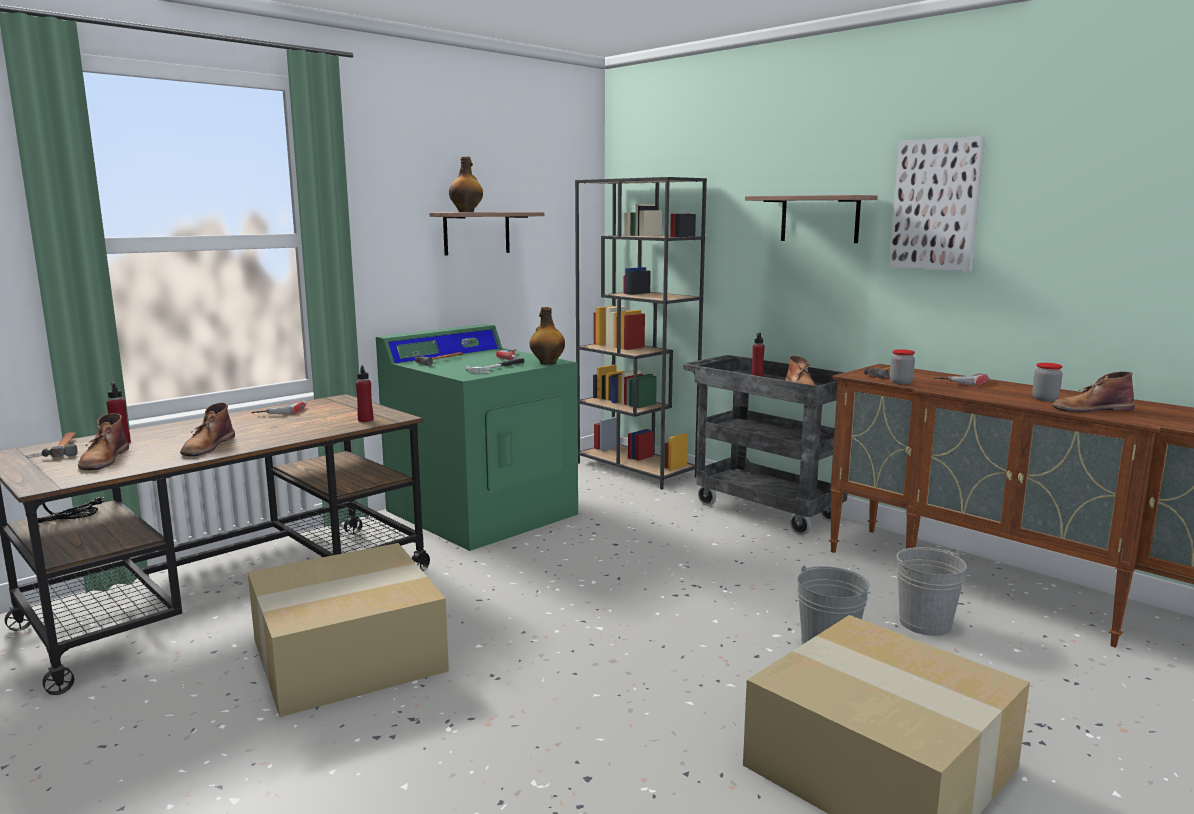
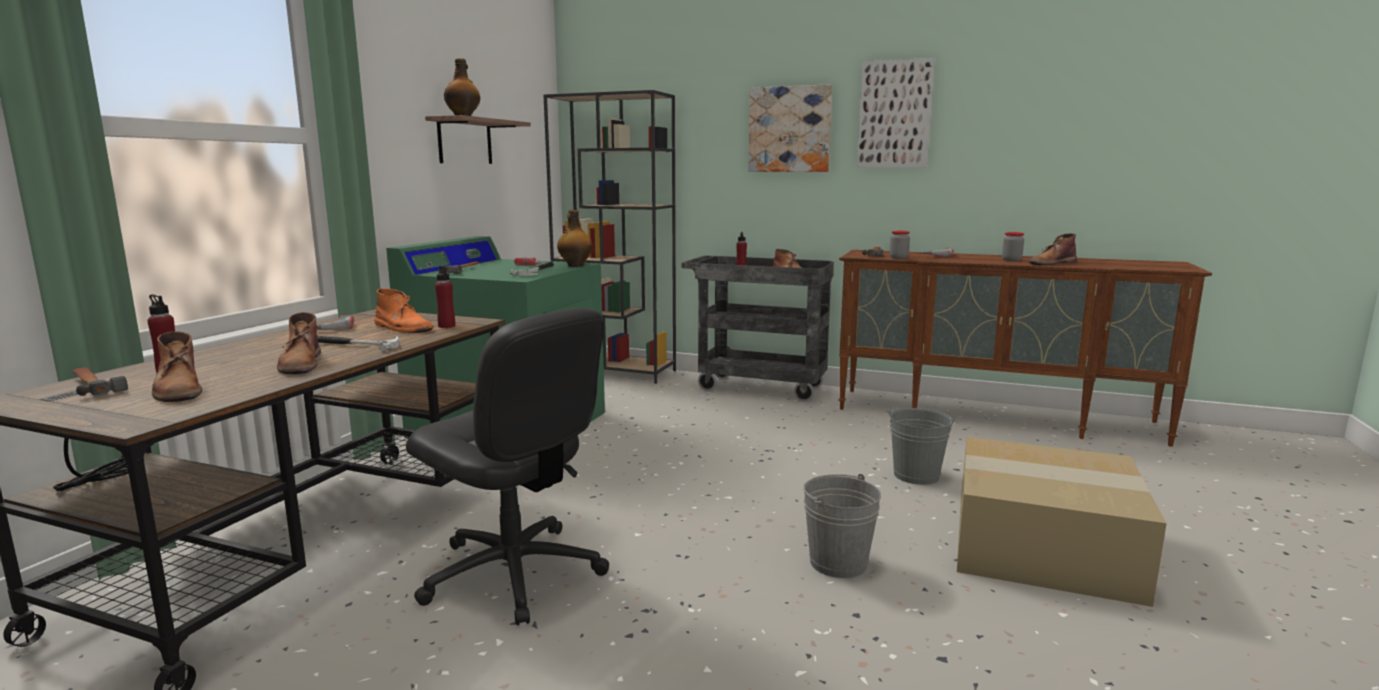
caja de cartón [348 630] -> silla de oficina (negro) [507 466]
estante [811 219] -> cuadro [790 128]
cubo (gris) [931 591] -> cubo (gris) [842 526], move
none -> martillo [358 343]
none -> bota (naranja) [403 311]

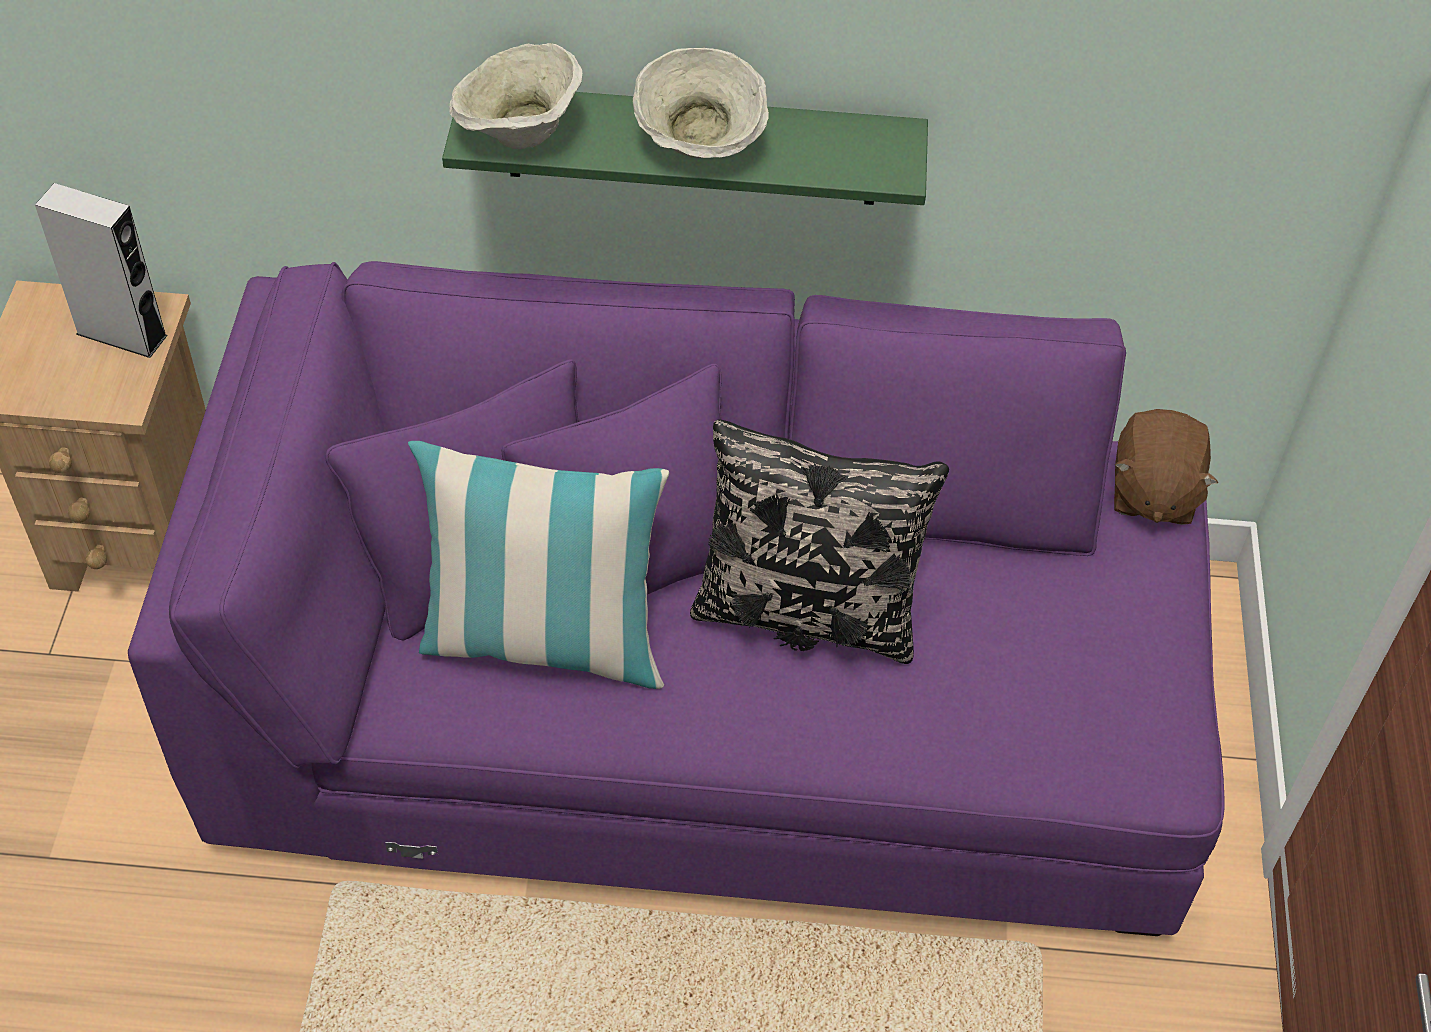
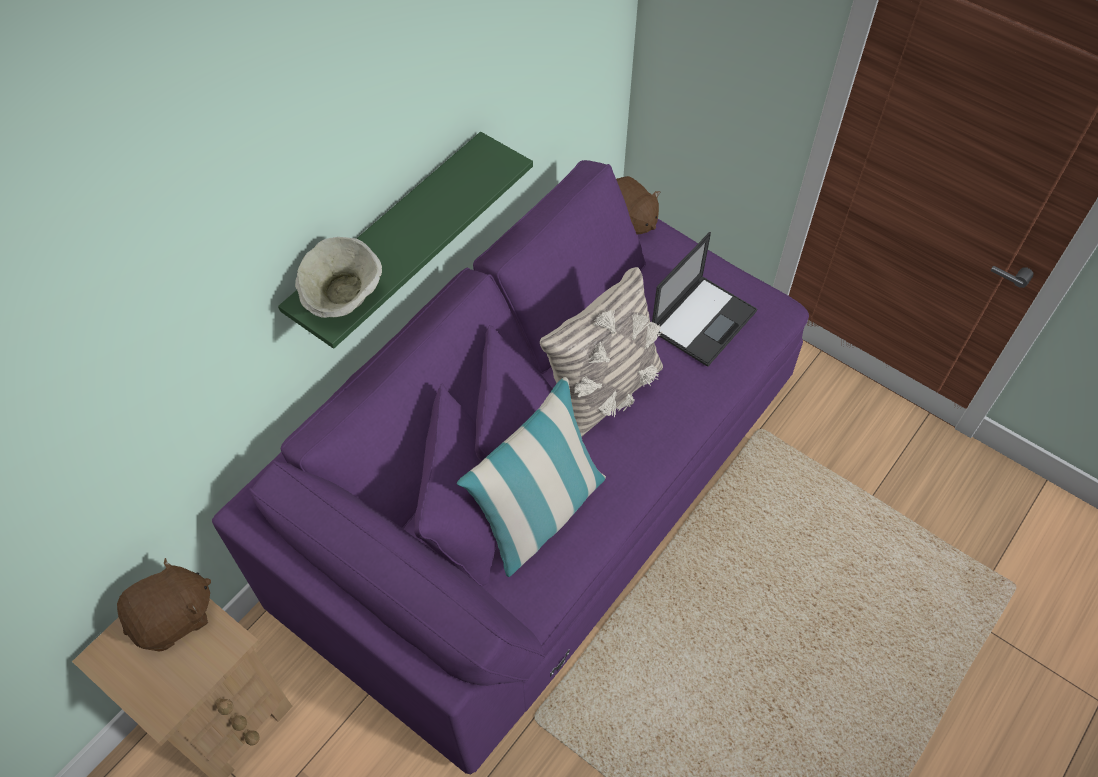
altavoz (gris) [101 270] -> peluche (marrón) [164 605]
cuenco (beis) [701 103] -> none
cojín (negro) [819 541] -> cojín (beis) [601 352]
none -> portátil [704 299]

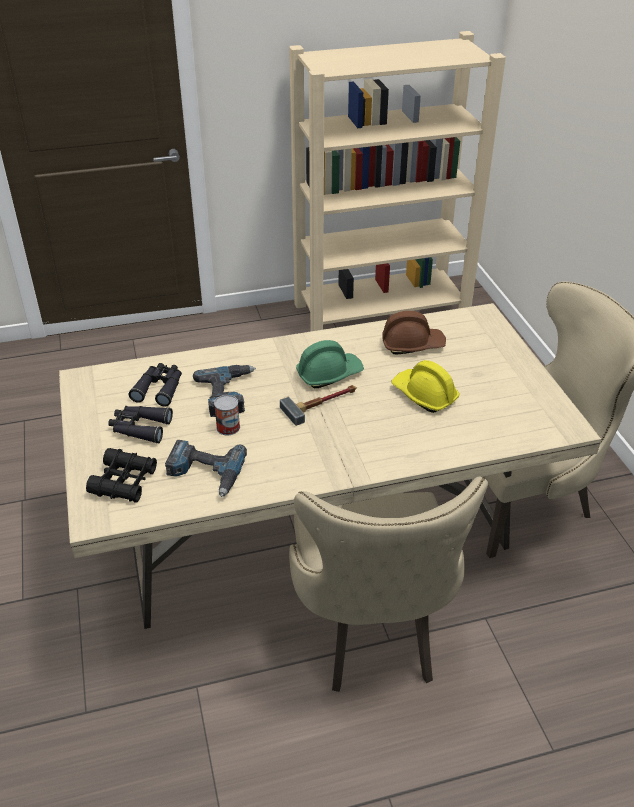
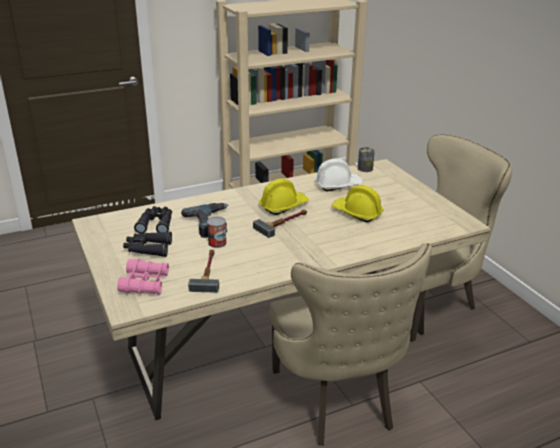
prismáticos (negro) [121 475] -> prismáticos (rosa) [143 277]
taladro [206 468] -> martillo [203 271]
casco (verde) [330 364] -> casco (amarillo) [284 196]
casco (marrón) [414 333] -> casco (blanco) [339 175]
none -> lata [366 159]

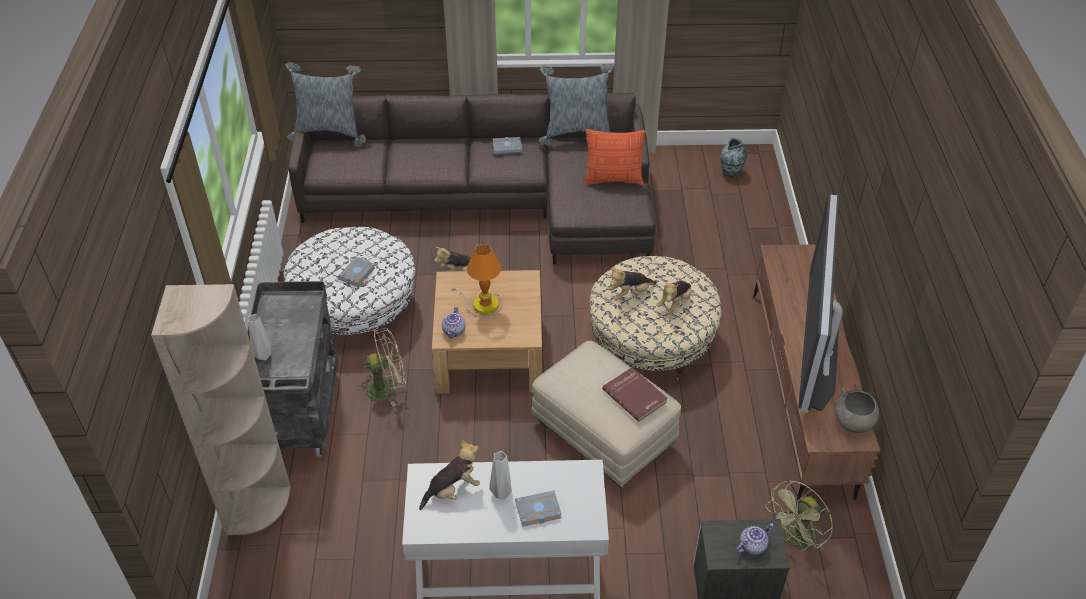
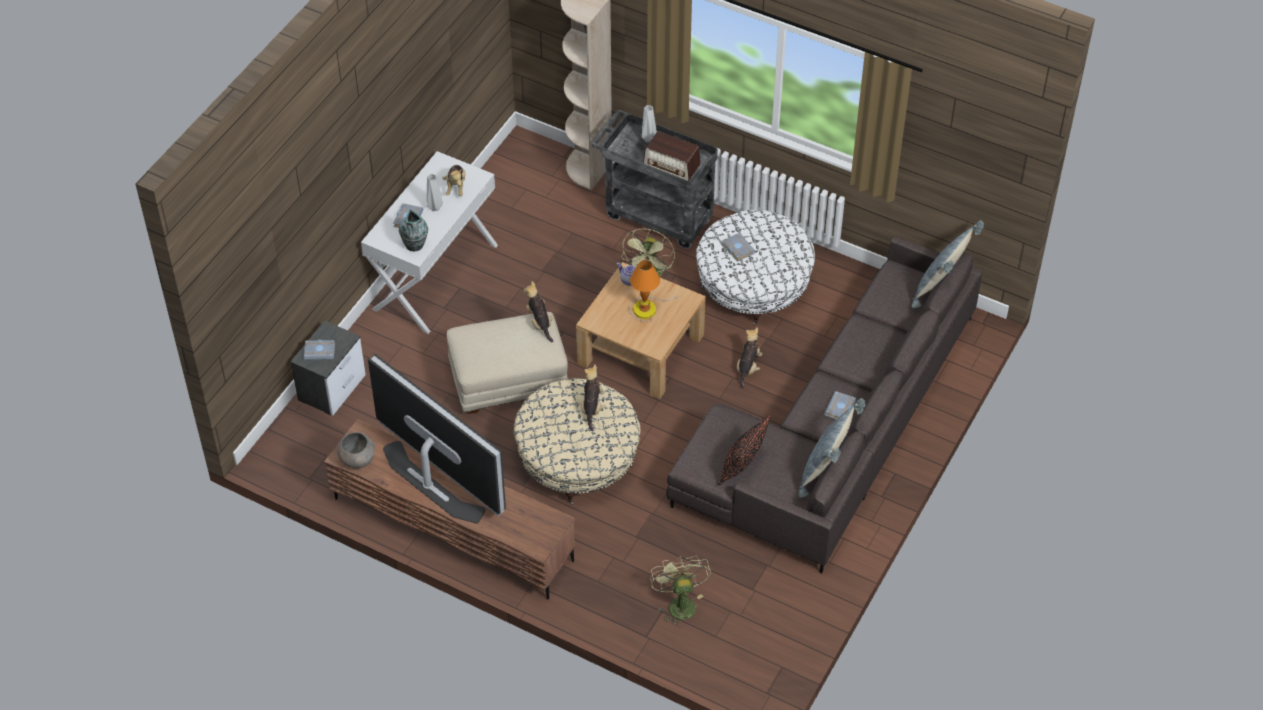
cojín (naranja) [614 157] -> cojín (negro) [744 450]
libro (rojo) [635 394] -> none
peluche [674 298] -> peluche [539 311], move
florero [733 158] -> florero [413 230], move
tetera [755 539] -> libro (gris) [319 350]
ventilador (verde) [799 516] -> ventilador (verde) [681 591], move
none -> radio [672 156]

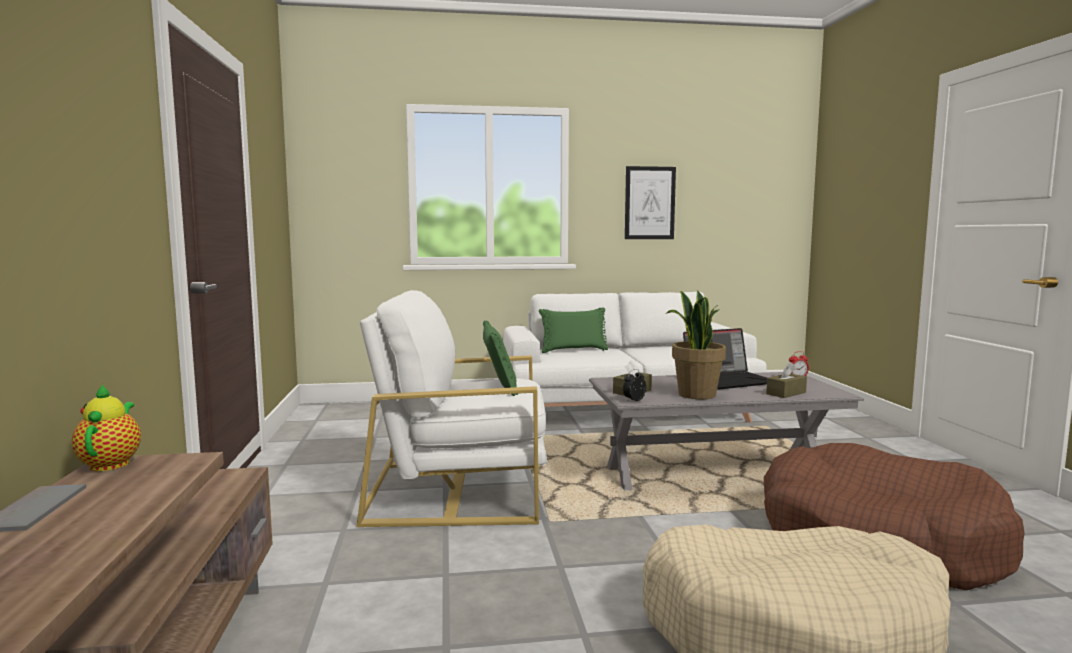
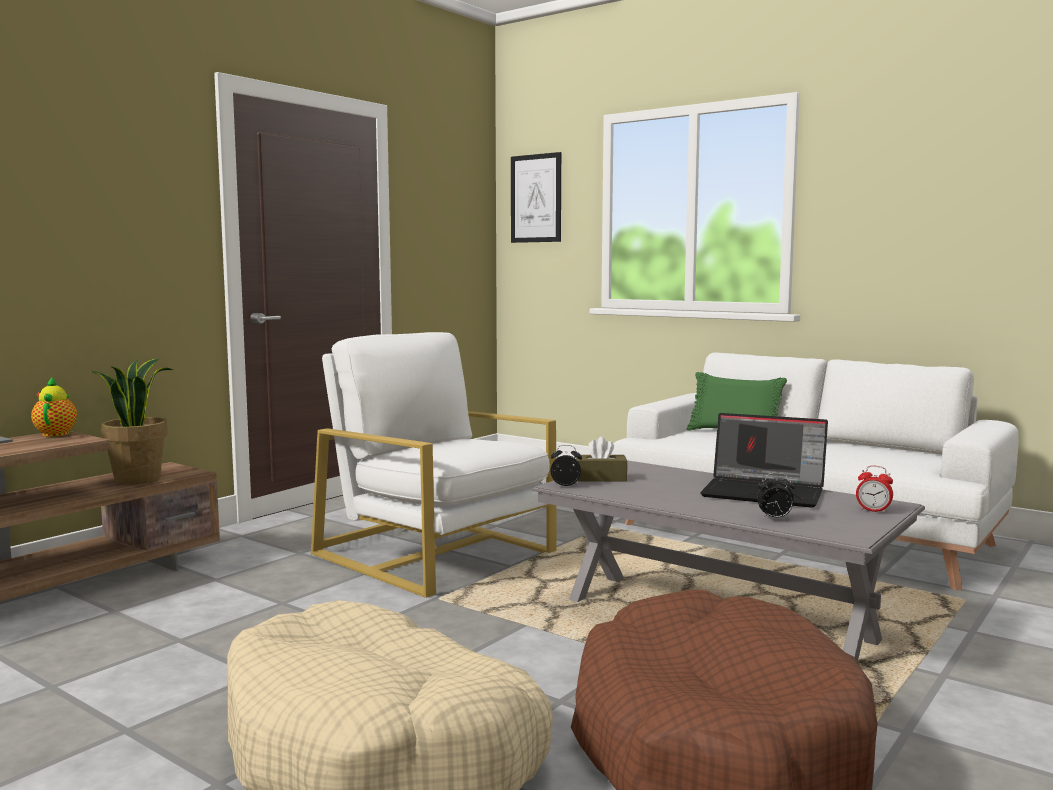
tetera [106 427] -> tetera [54 407], 45 degrees counterclockwise
cojín (verde) [500 358] -> none
cuadro [650 202] -> cuadro [536 197], move
planta en maceta [696 345] -> planta en maceta [131 421], move
caja de pañuelos (marrón) [786 380] -> despertador [776 496]

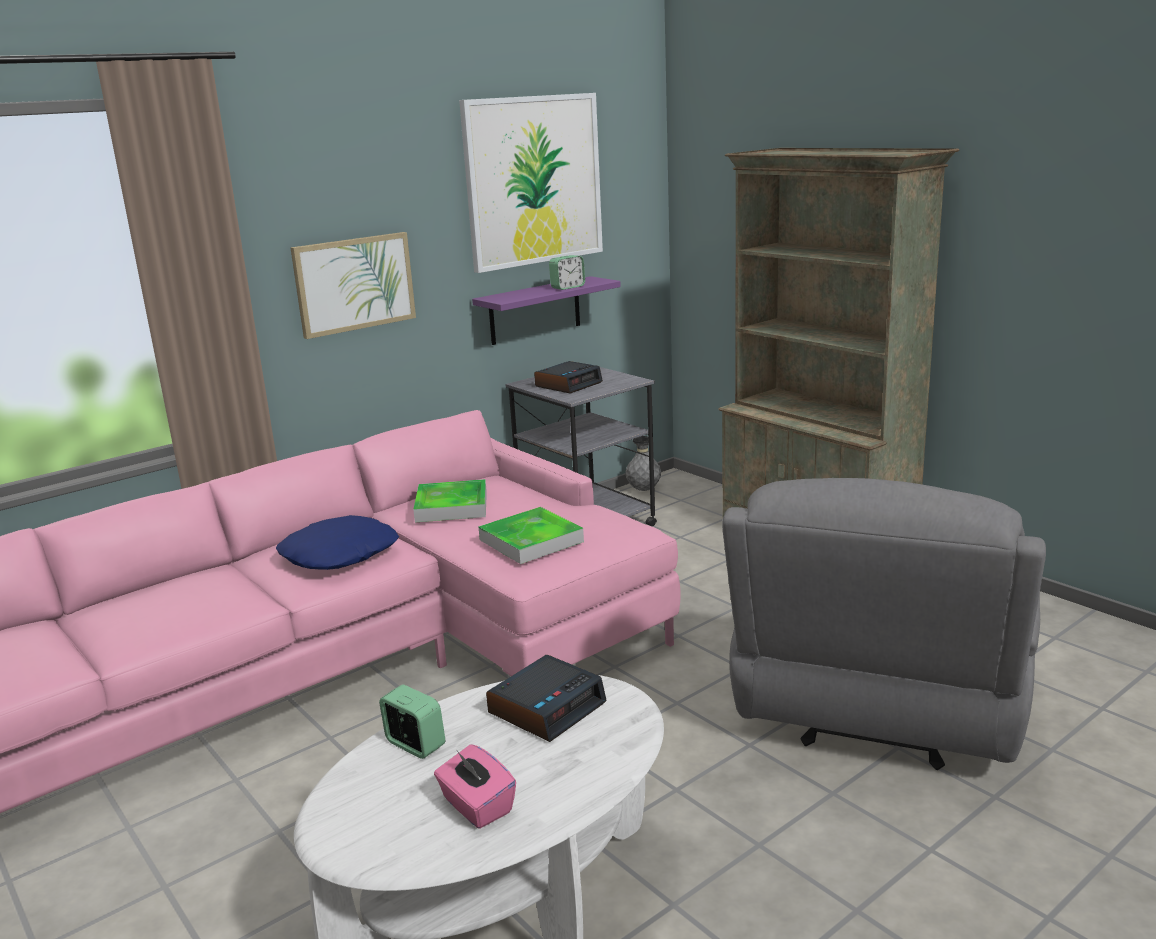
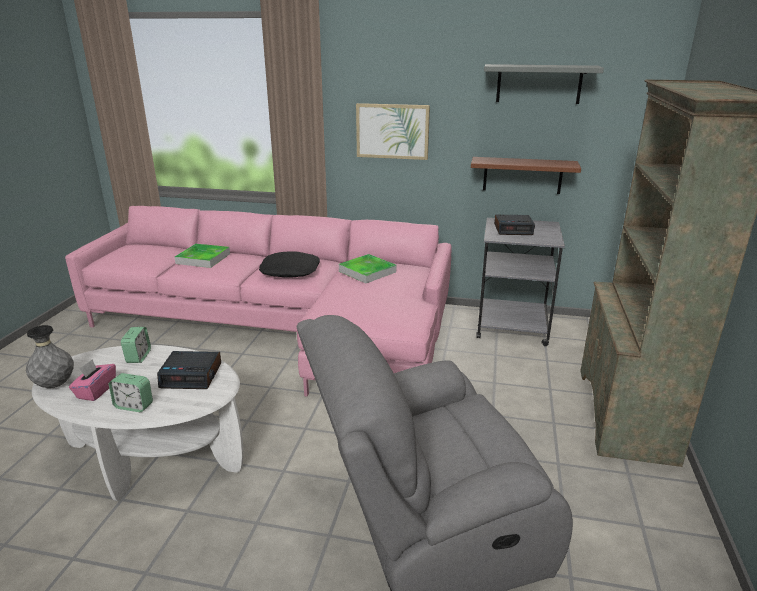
cojín (azul) [337 542] -> cojín (negro) [289 264]
cuadro [531 183] -> estante (gris) [544 84]
estante (morado) [546 310] -> estante (marrón) [526 175]
bandeja [531 535] -> bandeja [202 256], move
despertador [567 272] -> despertador [131 392], move
florero (gris) [643 463] -> florero (gris) [50 356], move

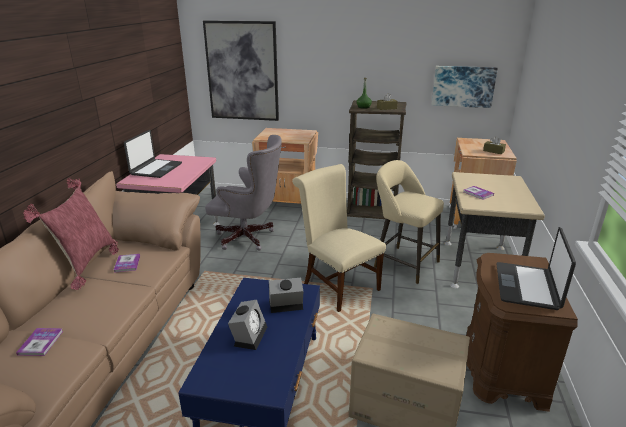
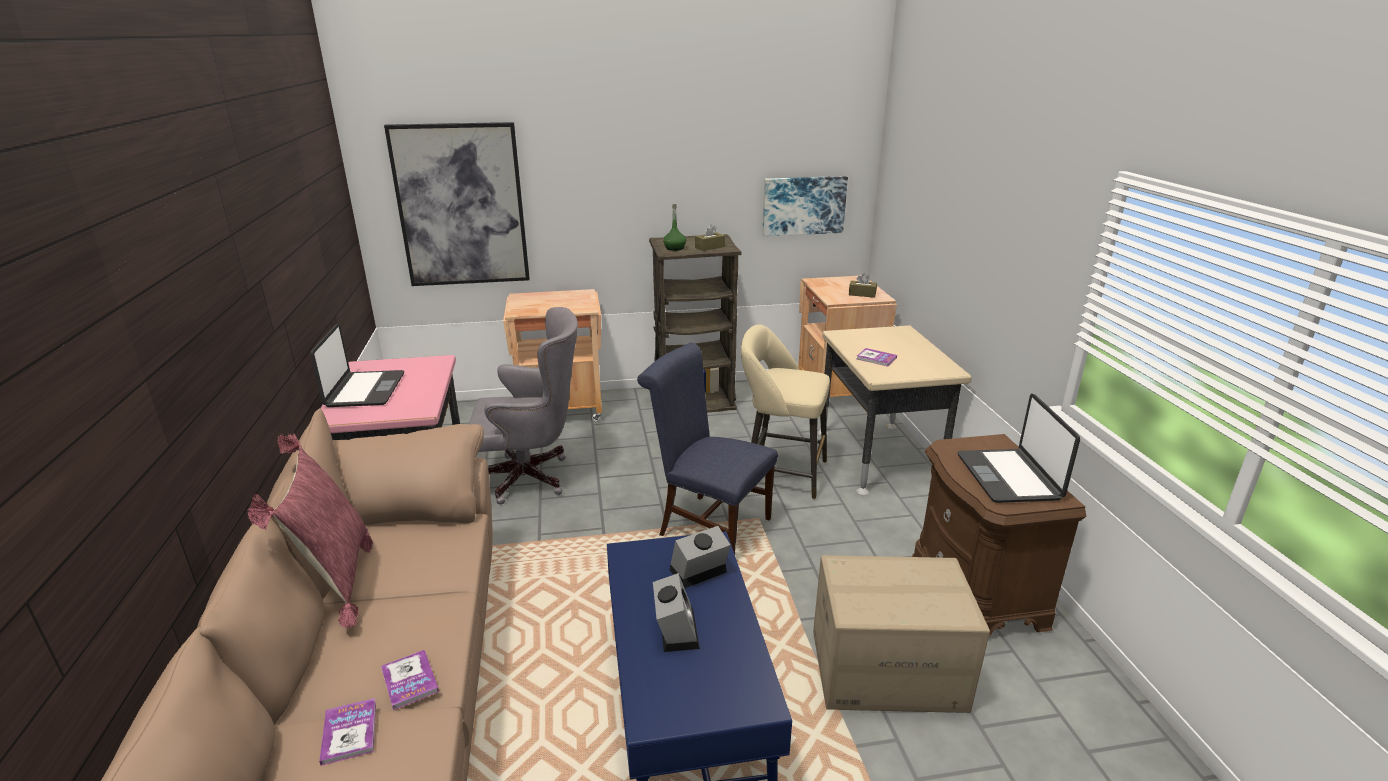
libro [127 263] -> libro [410 680], move
silla (beis) [339 238] -> silla (azul) [707 448]

